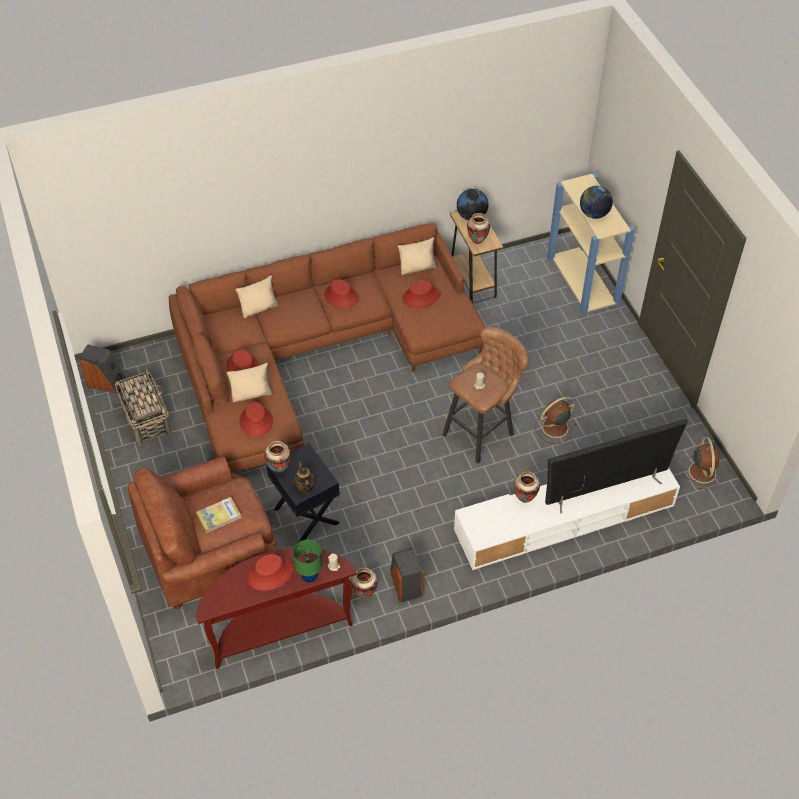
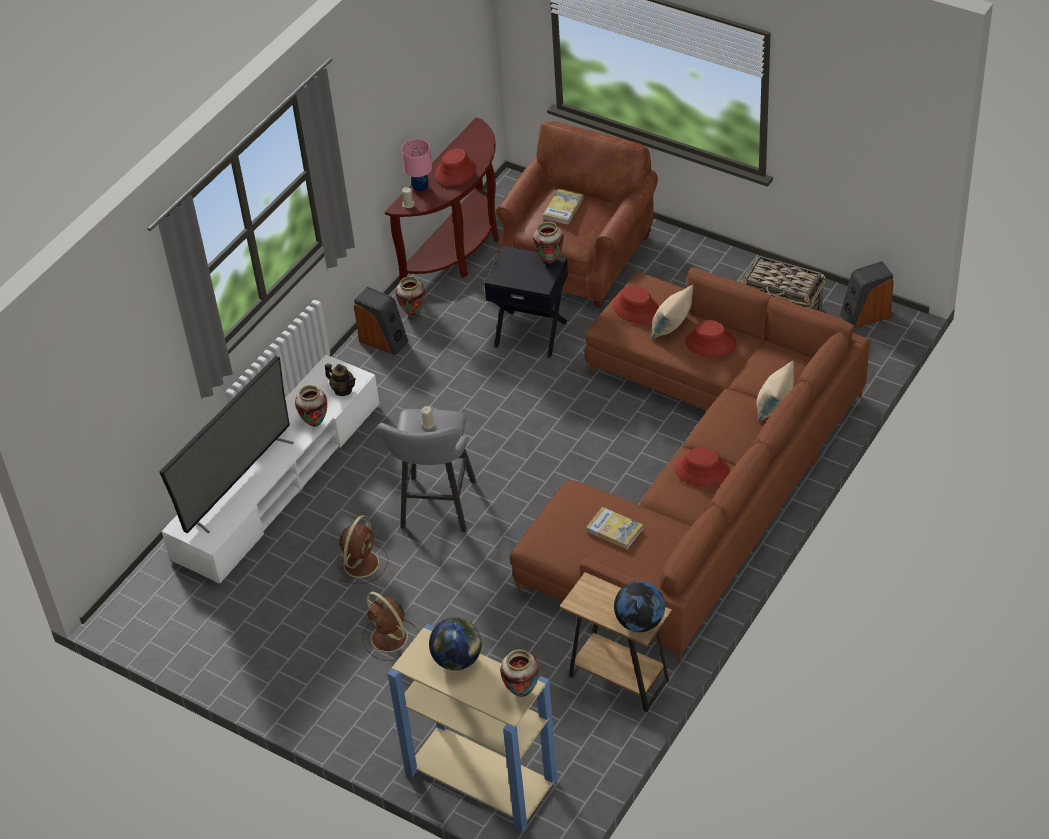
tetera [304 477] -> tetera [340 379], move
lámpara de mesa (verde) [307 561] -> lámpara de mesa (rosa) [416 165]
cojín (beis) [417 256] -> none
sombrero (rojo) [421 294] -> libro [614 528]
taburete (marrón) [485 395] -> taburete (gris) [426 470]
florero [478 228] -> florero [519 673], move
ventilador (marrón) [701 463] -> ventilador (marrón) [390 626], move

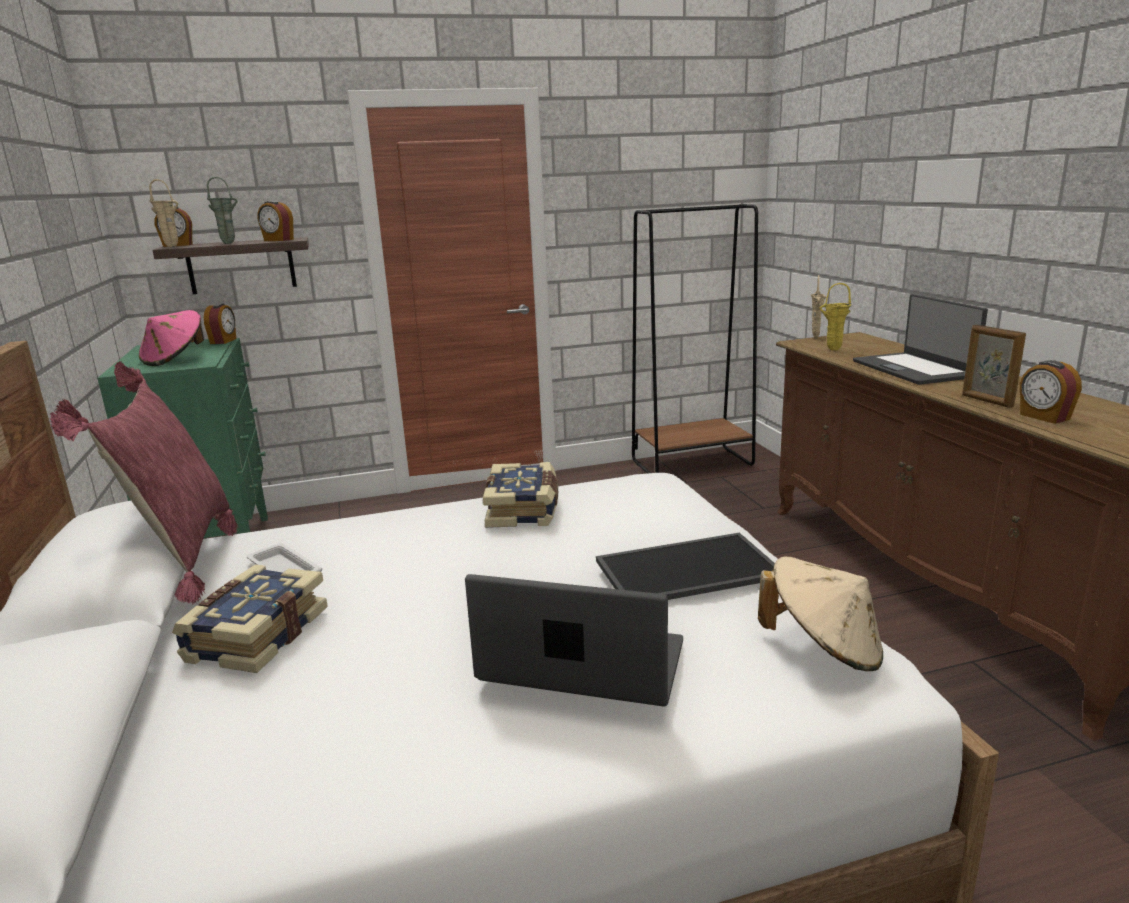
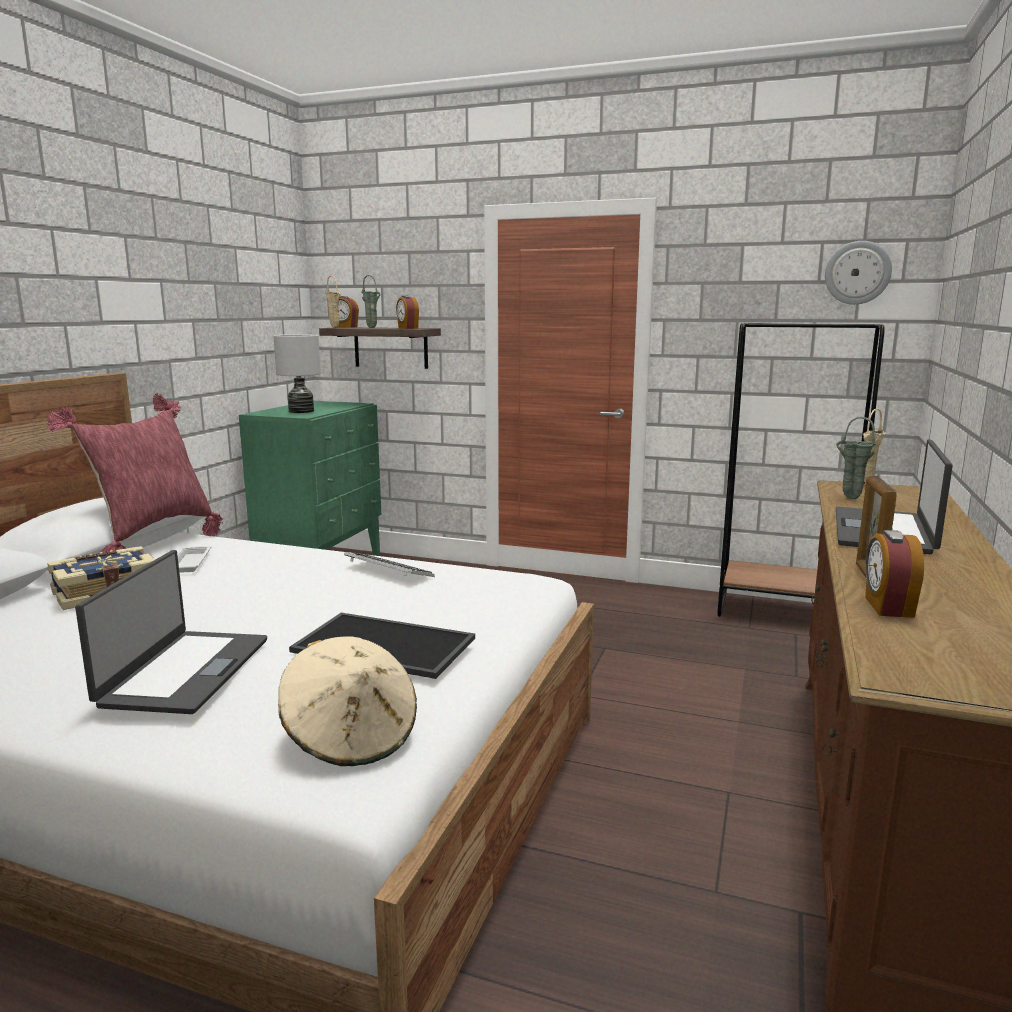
sombrero (rosa) [171 338] -> lámpara de mesa (gris) [297 373]
despertador [220 323] -> none
portátil [574 640] -> portátil [171 632], 45 degrees clockwise
libro [520 495] -> teclado [389 564]
florero (amarillo) [835 317] -> florero (verde) [856 458]
none -> reloj de pared [858 273]

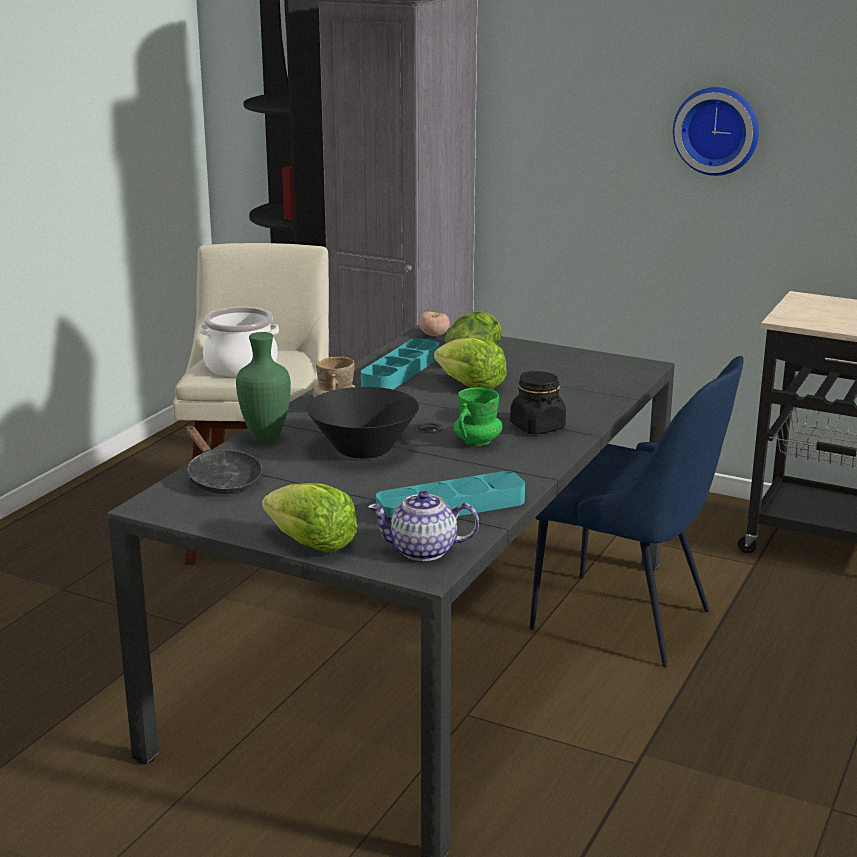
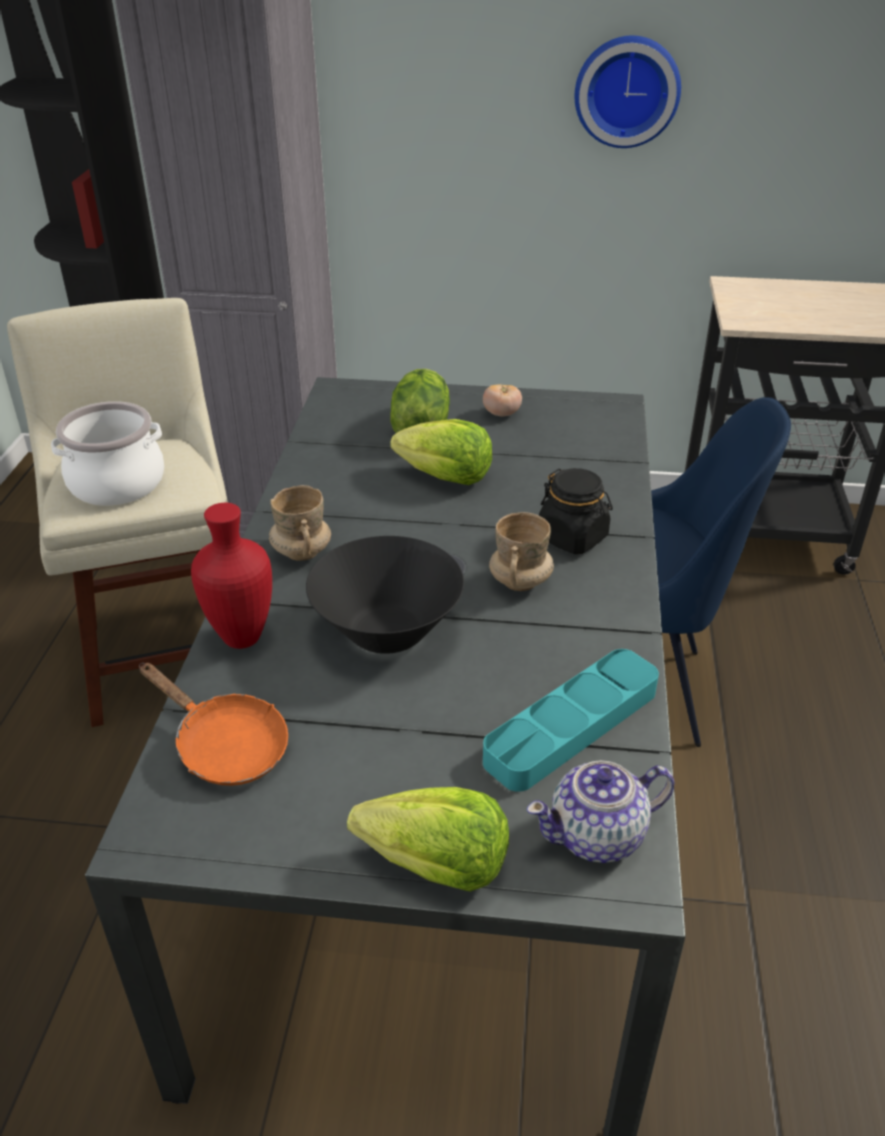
sartén (negro) [224 460] -> sartén (naranja) [213 724]
florero (verde) [263 387] -> florero (rojo) [231 576]
bandeja (turquesa) [400 363] -> none
tomate [434 323] -> tomate [502 400], move
taza grande (verde) [478 416] -> taza grande (beis) [521 551]

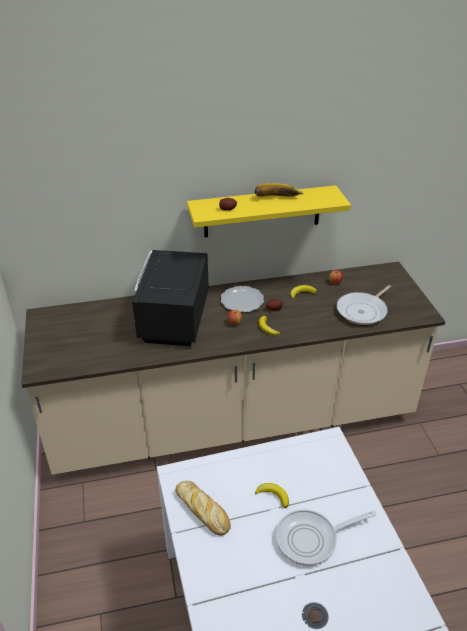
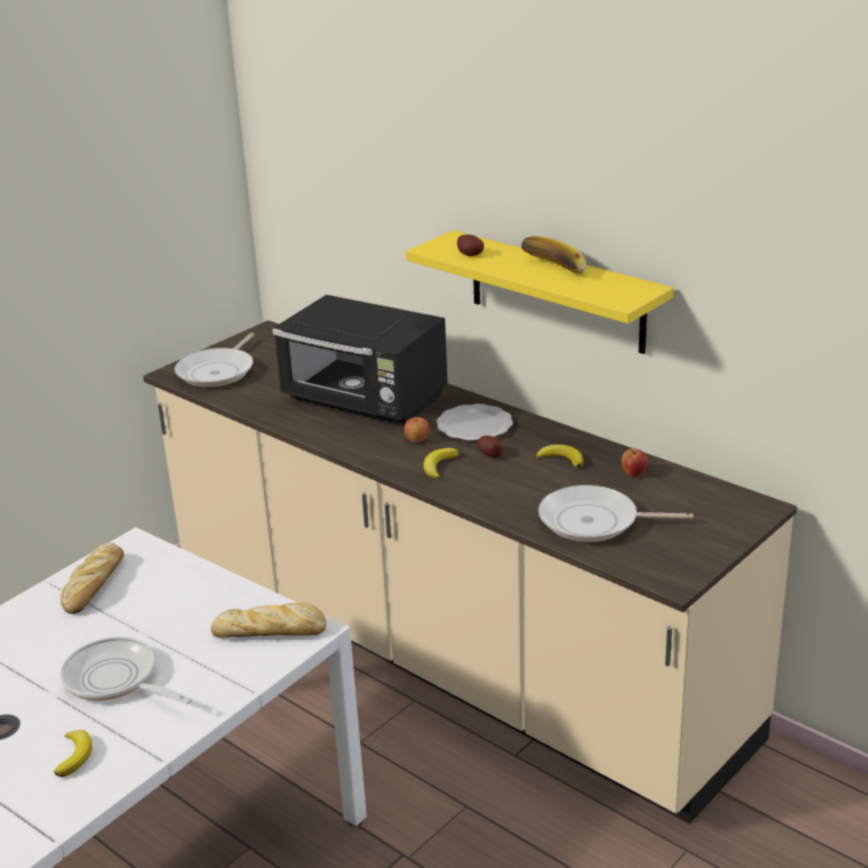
microondas (negro) [170 298] -> microondas (negro) [360 360], 120 degrees counterclockwise
plátano [272 495] -> plátano [73 753], move
none -> sartén [214 360]
none -> pan [268 620]

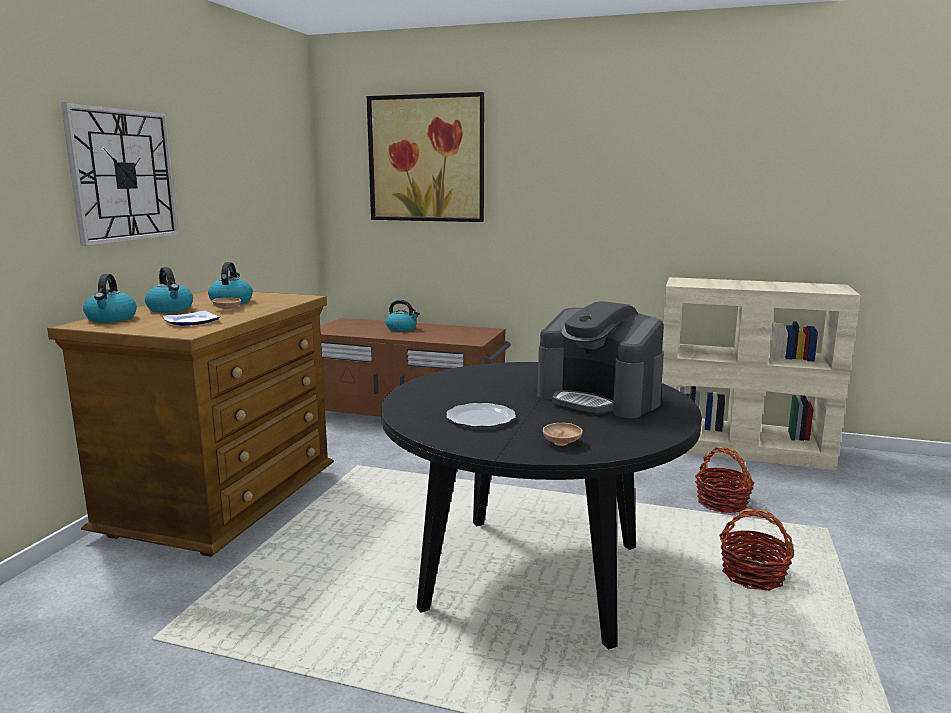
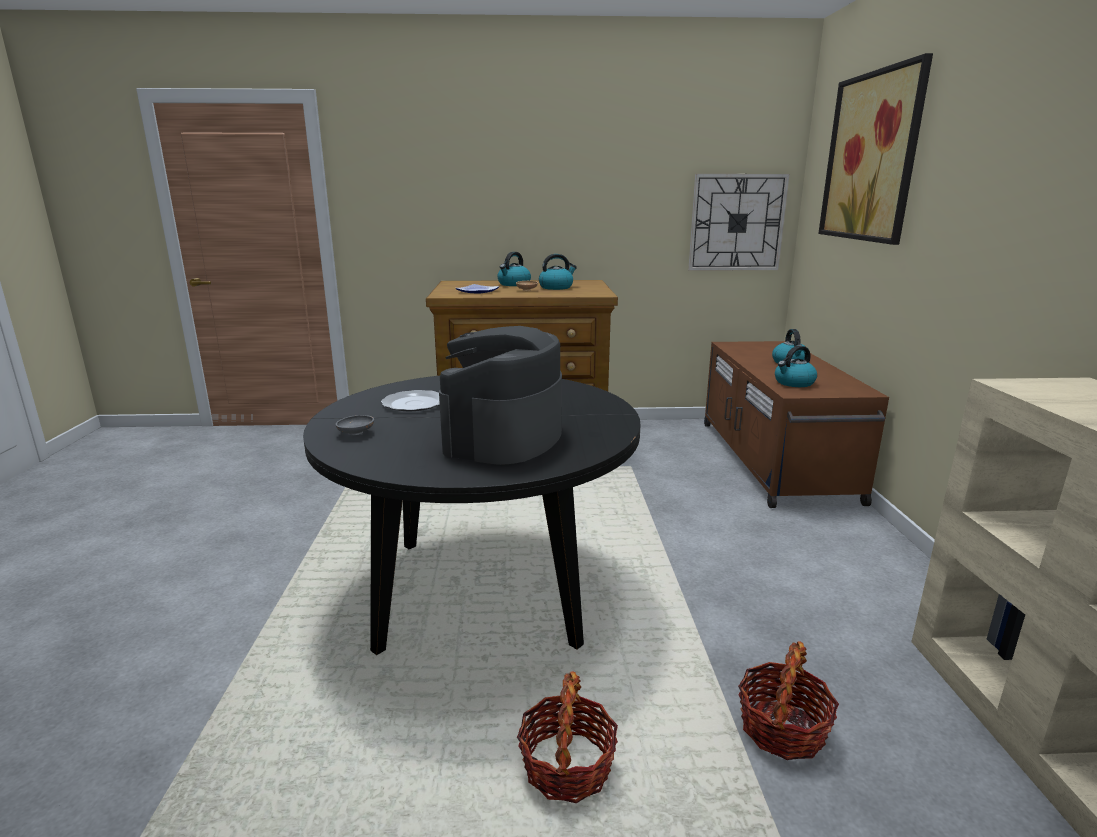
reloj de pared [120 174] -> reloj de pared [739 222], move
hervidor [110 298] -> hervidor [796 366], move
cuenco (marrón) [563 434] -> cuenco (gris) [355 425]

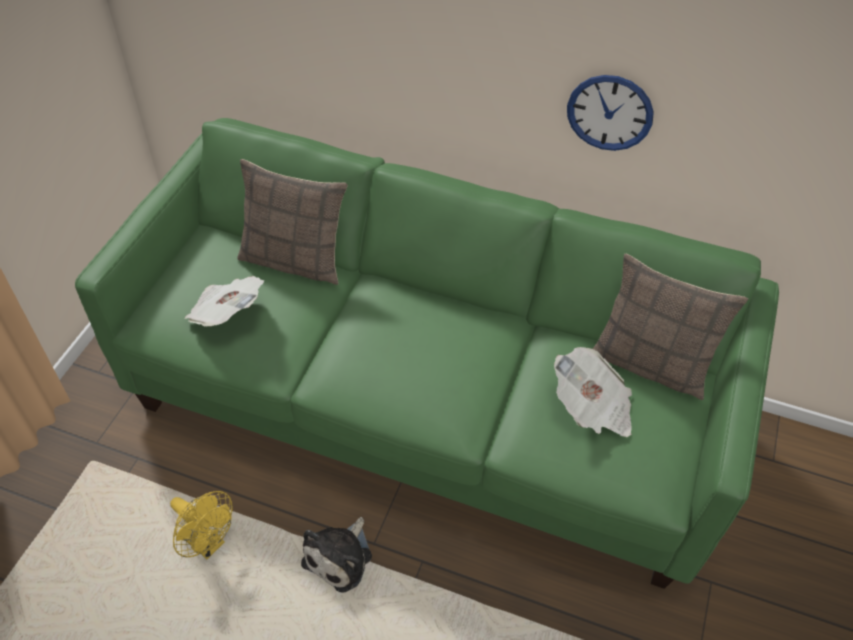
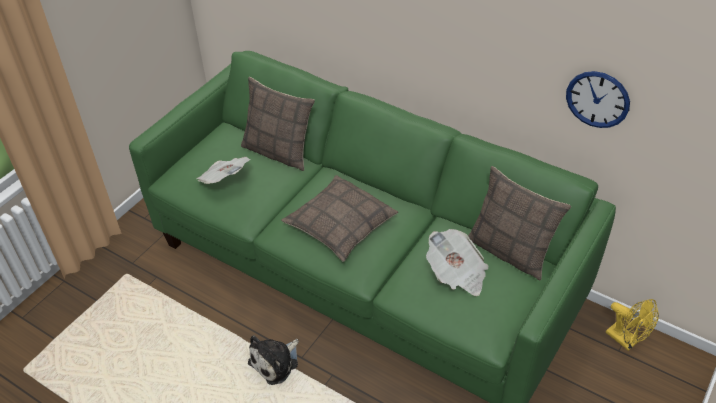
ventilador (amarillo) [201 525] -> ventilador (amarillo) [632 325], move
reloj de pared [610 113] -> reloj de pared [598 99], move
none -> cojín [339 218]

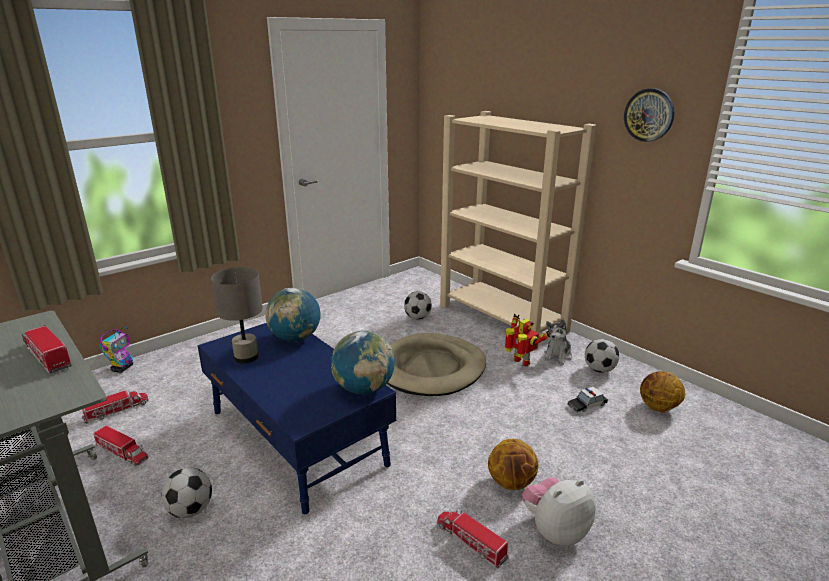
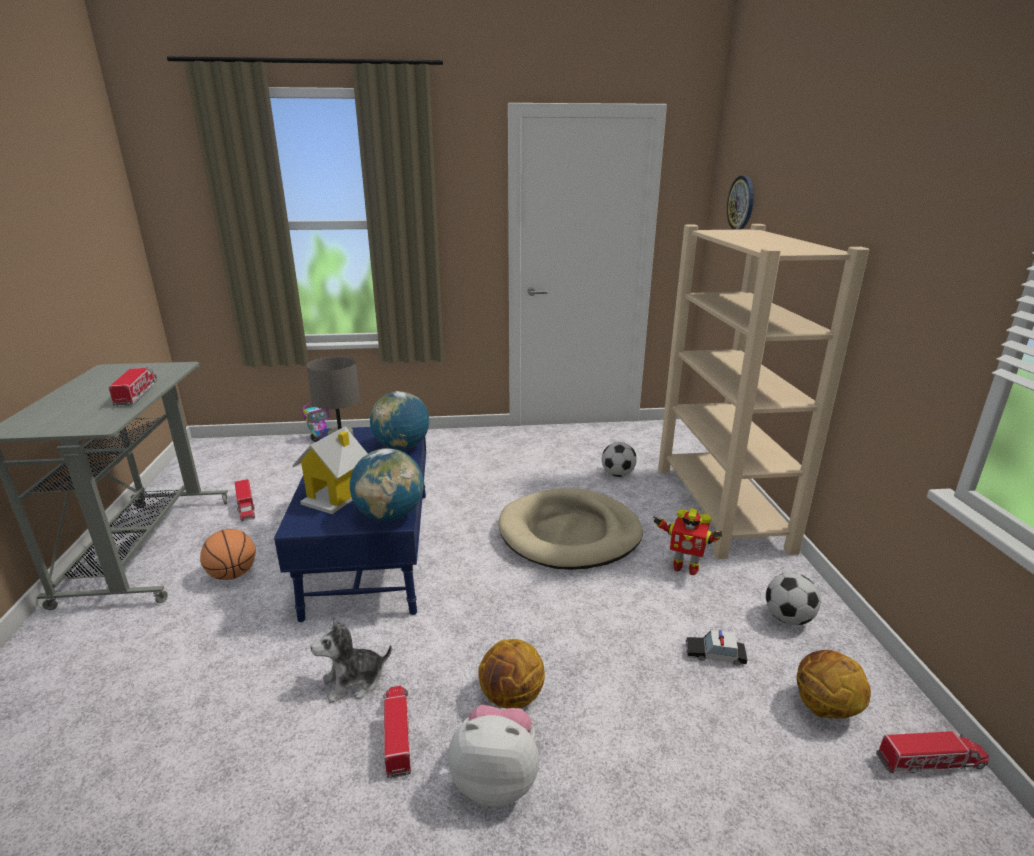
camión de juguete [115 407] -> camión de juguete [932 752], move
balón de fútbol [187 492] -> balón de baloncesto [228 554]
robot de juguete [528 340] -> robot de juguete [687 541], 120 degrees clockwise
peluche [558 342] -> peluche [351 659], move
reloj de pared [649 115] -> reloj de pared [740 203], move
none -> casita [330 470]

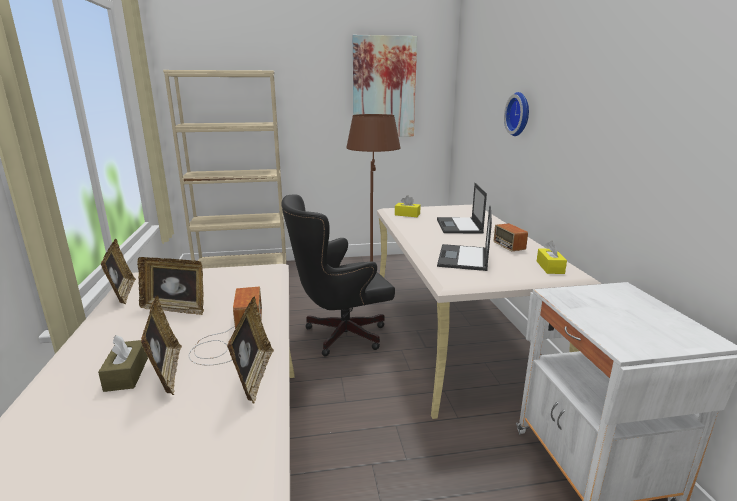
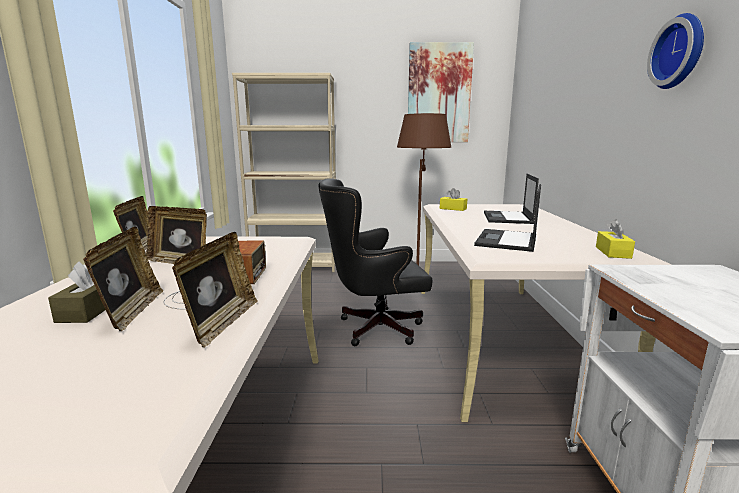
radio [509 237] -> none
reloj de pared [516 114] -> reloj de pared [675 51], move

